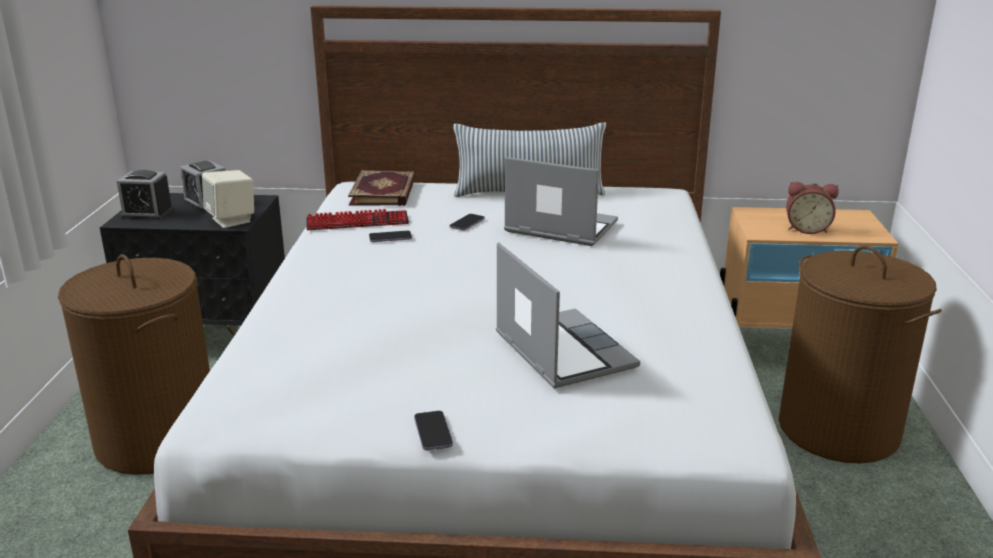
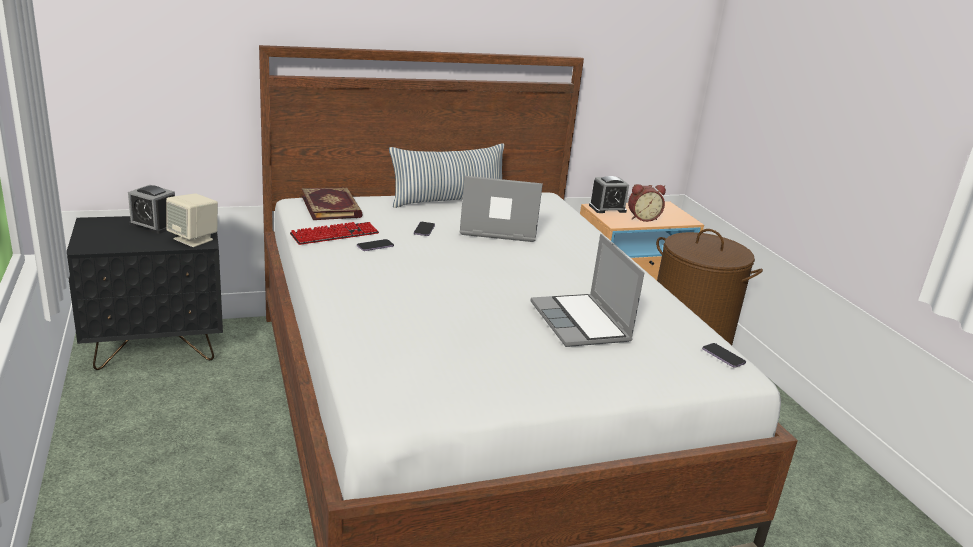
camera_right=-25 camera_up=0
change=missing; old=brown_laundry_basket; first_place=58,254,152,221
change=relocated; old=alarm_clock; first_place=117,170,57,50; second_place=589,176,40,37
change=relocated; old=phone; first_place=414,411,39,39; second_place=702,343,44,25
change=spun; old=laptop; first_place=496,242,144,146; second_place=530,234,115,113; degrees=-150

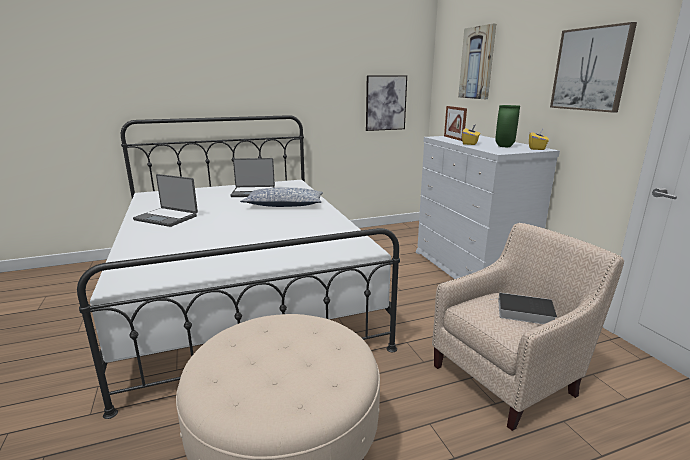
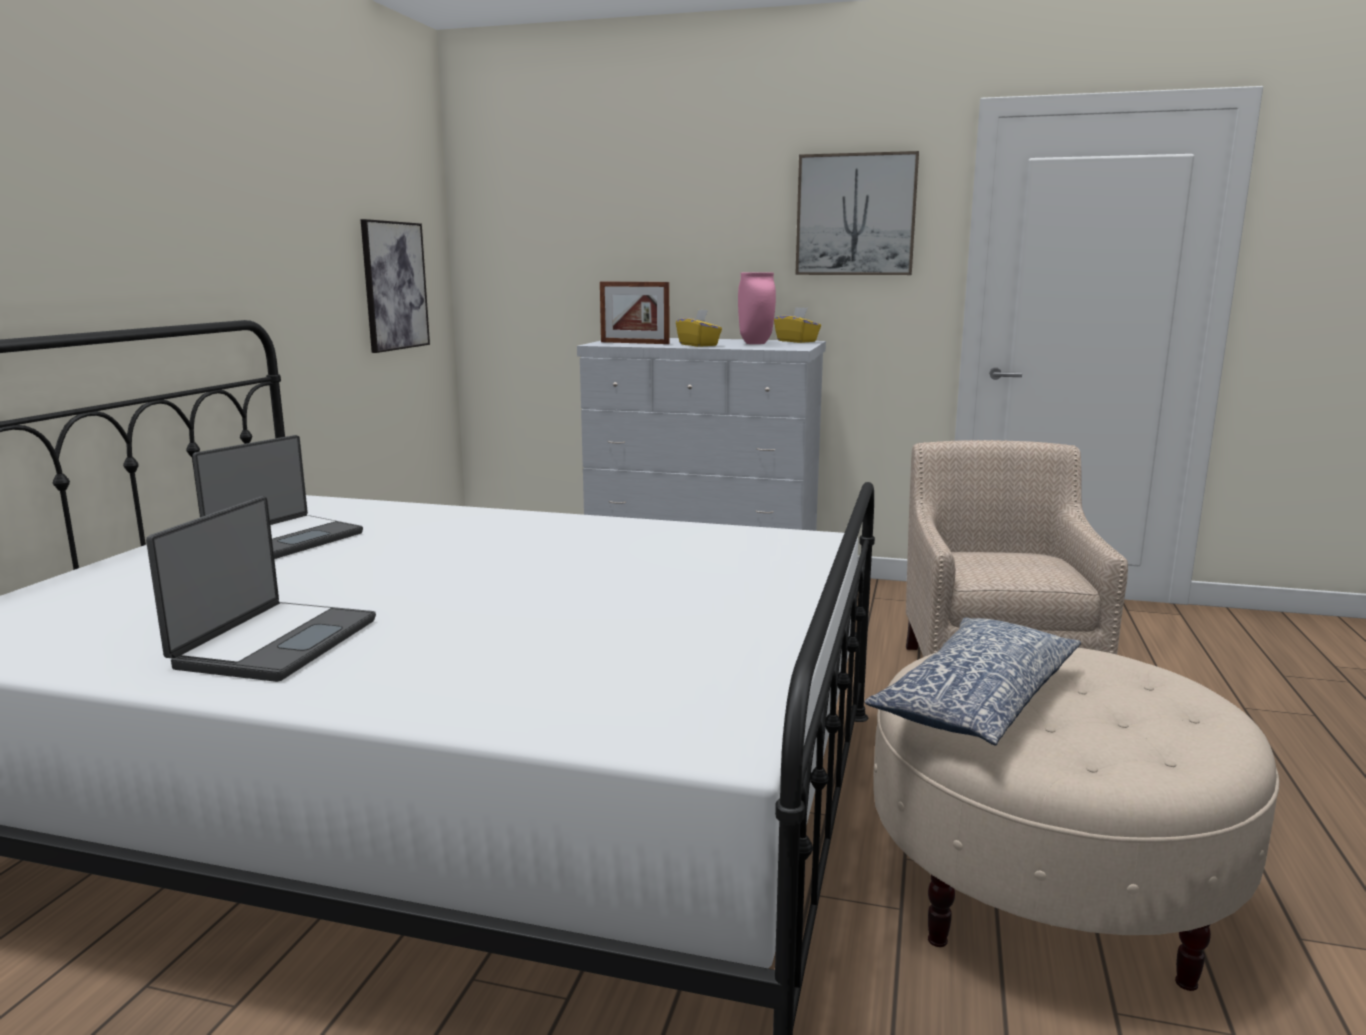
camera_right=-55 camera_up=-5
change=missing; old=picture; first_place=458,24,38,75
change=missing; old=book; first_place=490,293,67,31
change=relocated; old=pillow; first_place=240,188,83,19; second_place=864,618,217,127
change=colour; old=green_vase; new=pink_vase; first_place=495,105,25,42; second_place=738,273,38,71
change=spun; old=laptop; first_place=133,174,65,53; second_place=146,496,230,186; degrees=-45

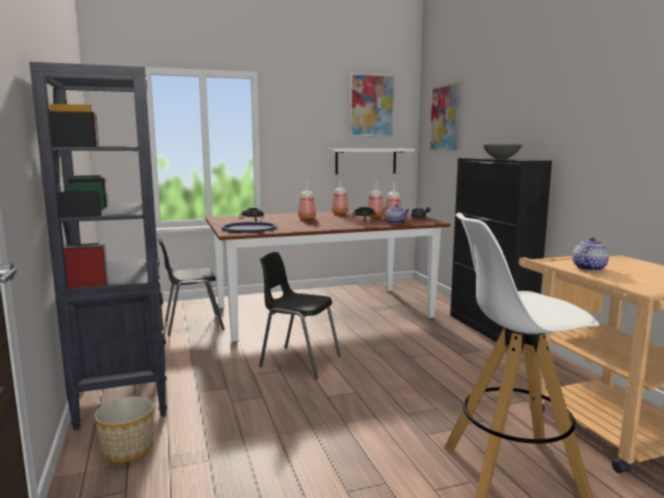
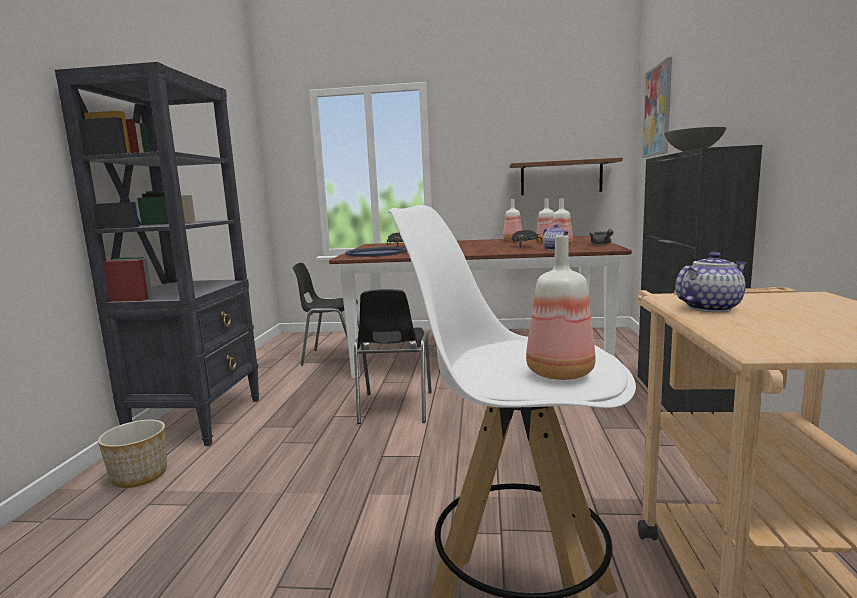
camera_right=25 camera_up=0
change=missing; old=picture; first_place=349,73,46,64
change=relocated; old=bottle; first_place=298,182,18,37; second_place=526,235,69,145
change=colour; old=white_shelf; new=brown_shelf; first_place=327,149,88,25; second_place=509,157,114,38
change=spun; old=black_chair; first_place=259,252,82,127; second_place=354,289,78,135; degrees=-135

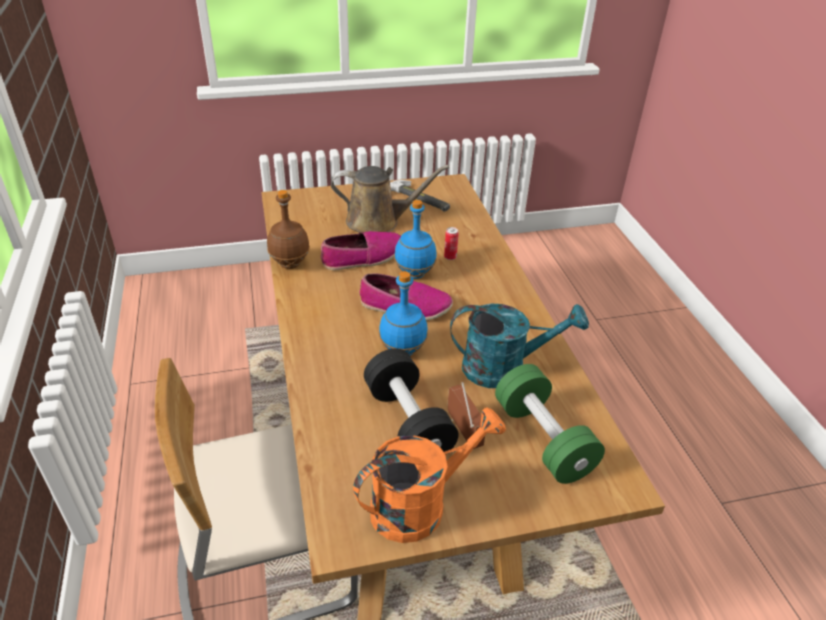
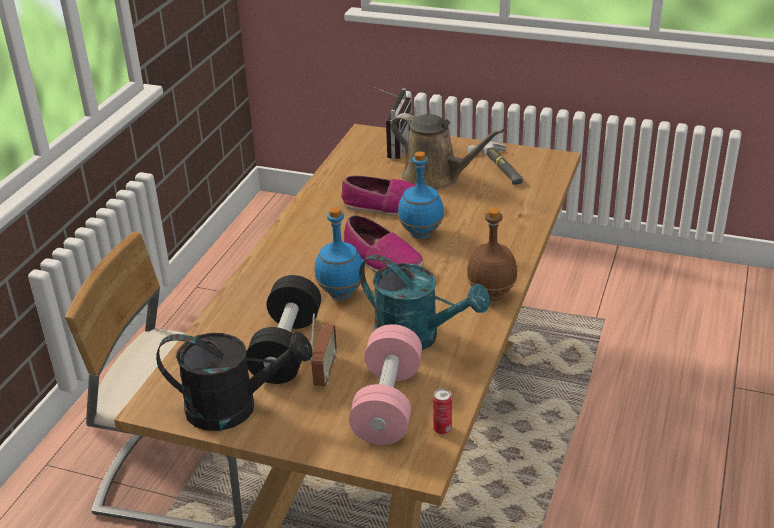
camera_right=35 camera_up=-5
change=appeared; new=radio; second_place=374,87,38,72
change=relocated; old=brown_bottle; first_place=267,190,43,79; second_place=467,208,51,93
change=relocated; old=can; first_place=444,227,15,33; second_place=433,389,19,45
change=colour; old=orange_watering_can; new=black_watering_can; first_place=353,407,153,136; second_place=156,332,157,99
change=colour; old=green_dumbbell; new=pink_dumbbell; first_place=495,364,110,120; second_place=349,324,73,121

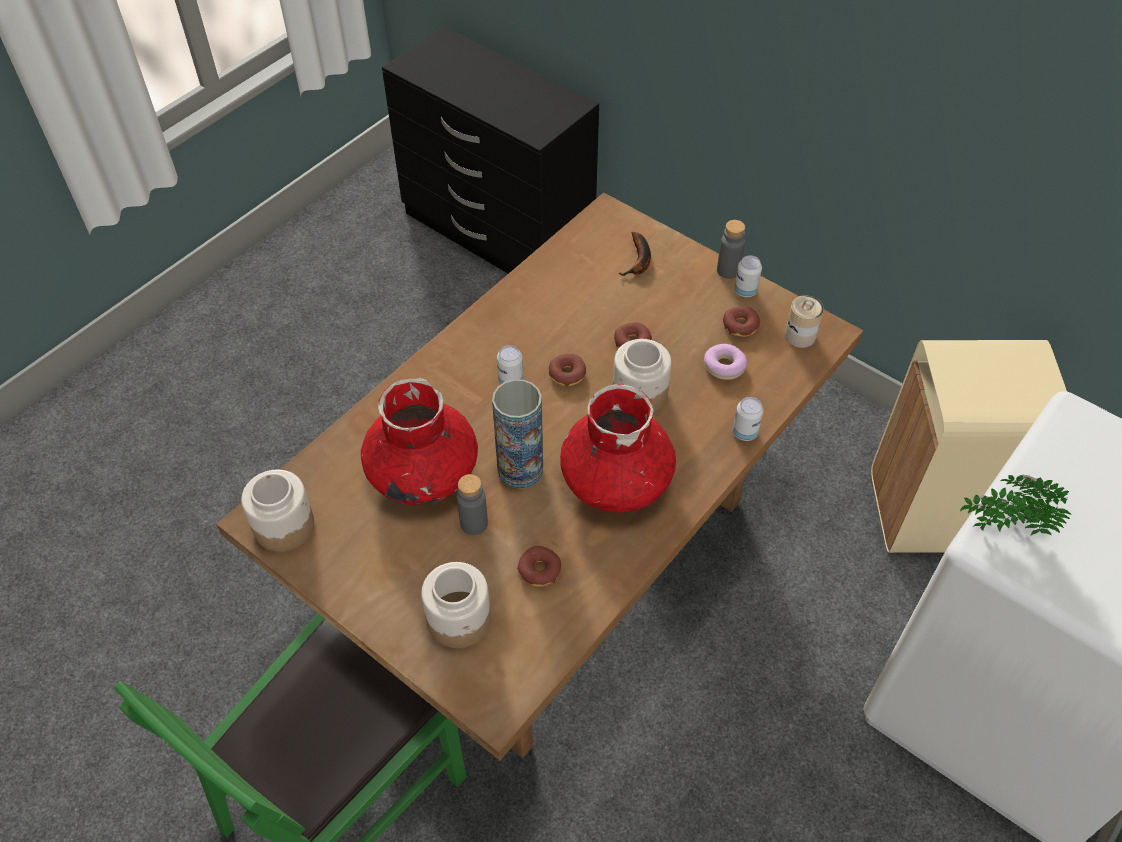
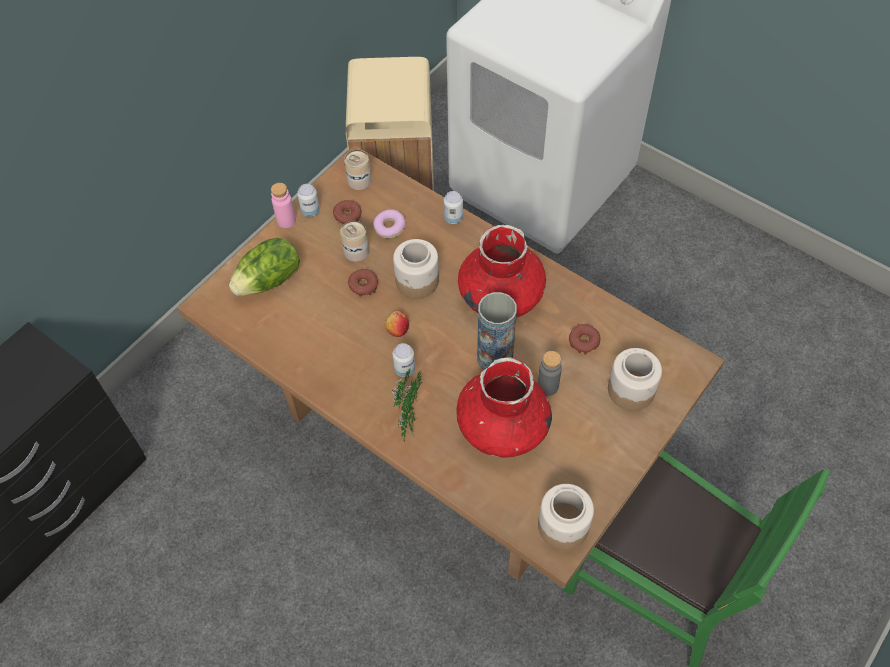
camera_right=-90 camera_up=5
change=appeared; new=can; second_place=340,221,29,41
change=relocated; old=potted_plant; first_place=960,475,111,60; second_place=391,367,31,75
change=exchanged; old=donut; new=apple; first_place=549,354,37,33; second_place=385,311,24,26
change=exchanged; old=banana; new=lettuce; first_place=618,232,33,44; second_place=229,238,71,58
change=colour; old=grey_bottle; new=pink_bottle; first_place=717,220,28,59; second_place=271,183,25,45

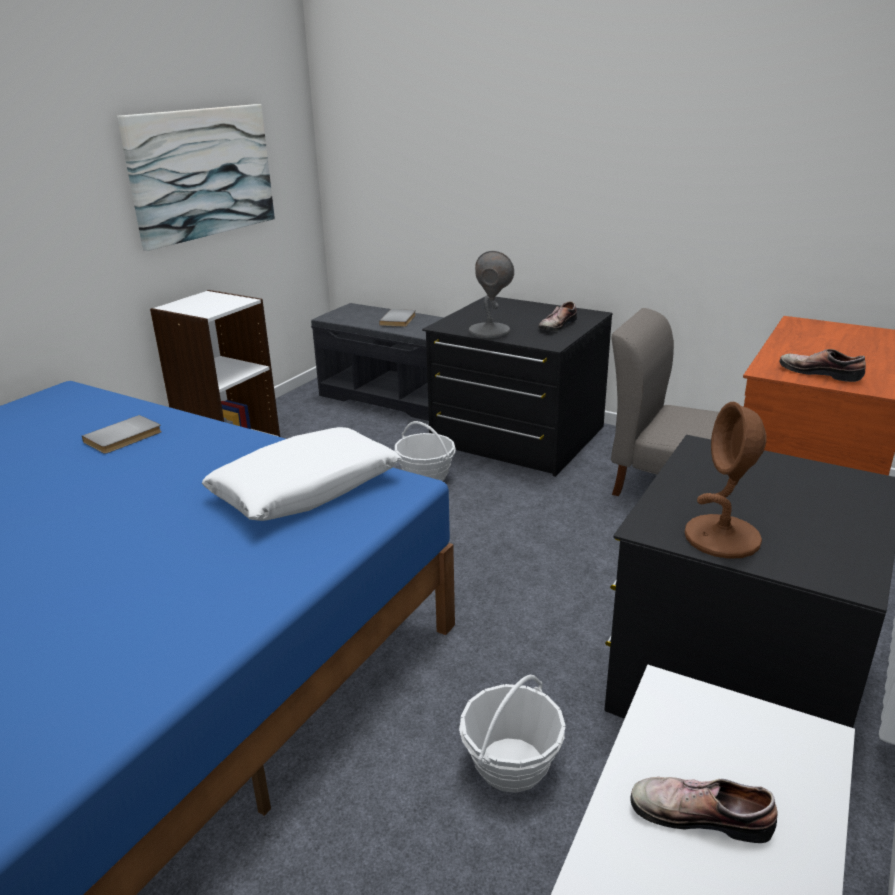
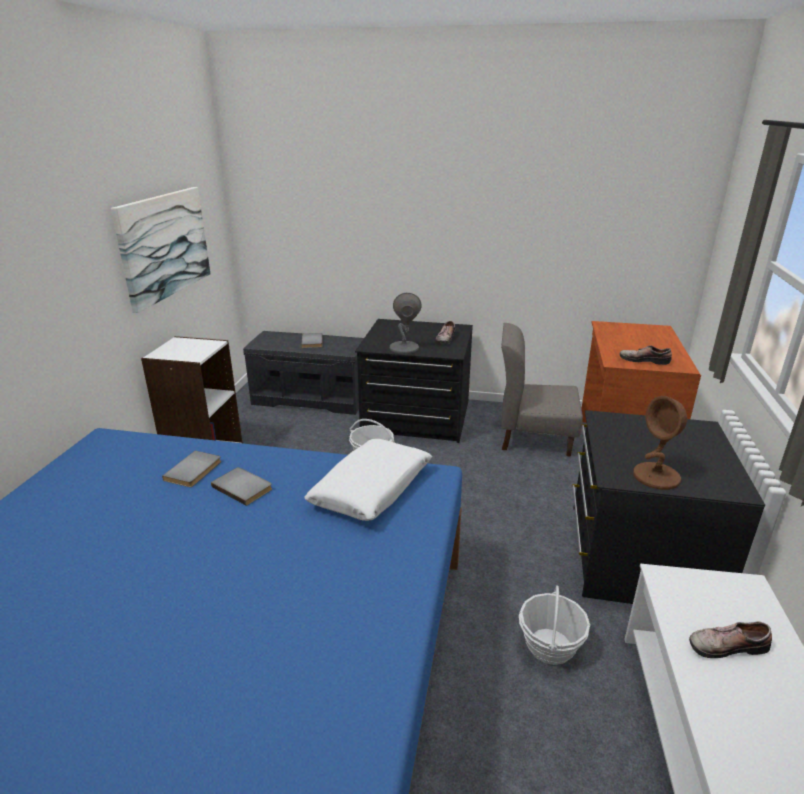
camera_right=-20 camera_up=0
change=appeared; new=grey_book; second_place=211,467,61,39

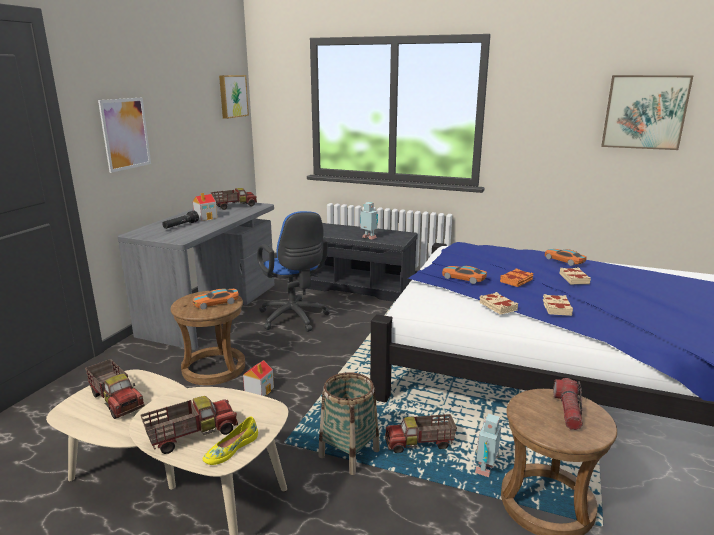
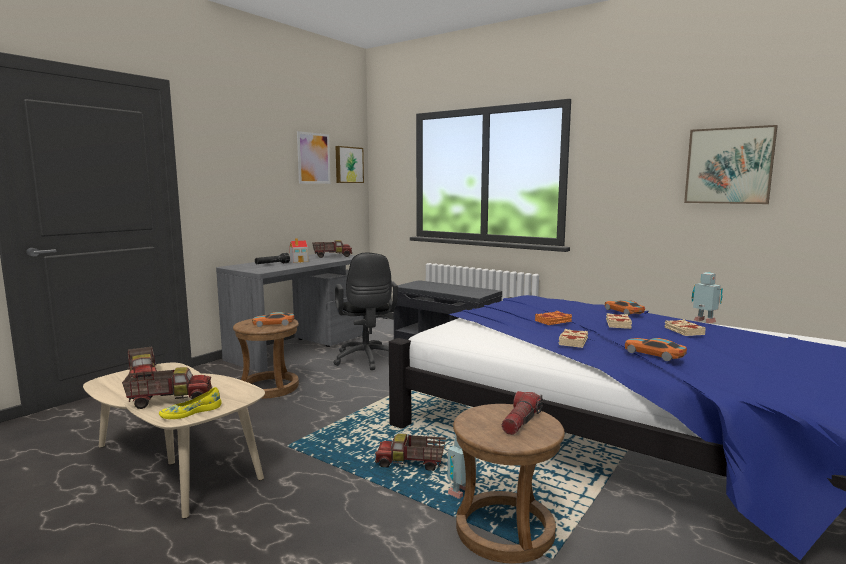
camera_right=15 camera_up=-10
change=missing; old=toy_house; first_place=243,360,31,36
change=missing; old=basket; first_place=318,372,62,103
change=relocated; old=picture; first_place=98,98,53,75; second_place=297,131,33,53
change=relocated; old=toy_robot; first_place=360,202,18,37; second_place=692,272,31,51
change=relocated; old=toy_car; first_place=442,266,45,18; second_place=625,338,62,23
change=relocated; old=beige_book; first_place=479,292,39,23; second_place=665,319,41,17
change=colour; old=blue_office_chair; new=black_office_chair; first_place=257,211,73,121; second_place=333,253,65,117

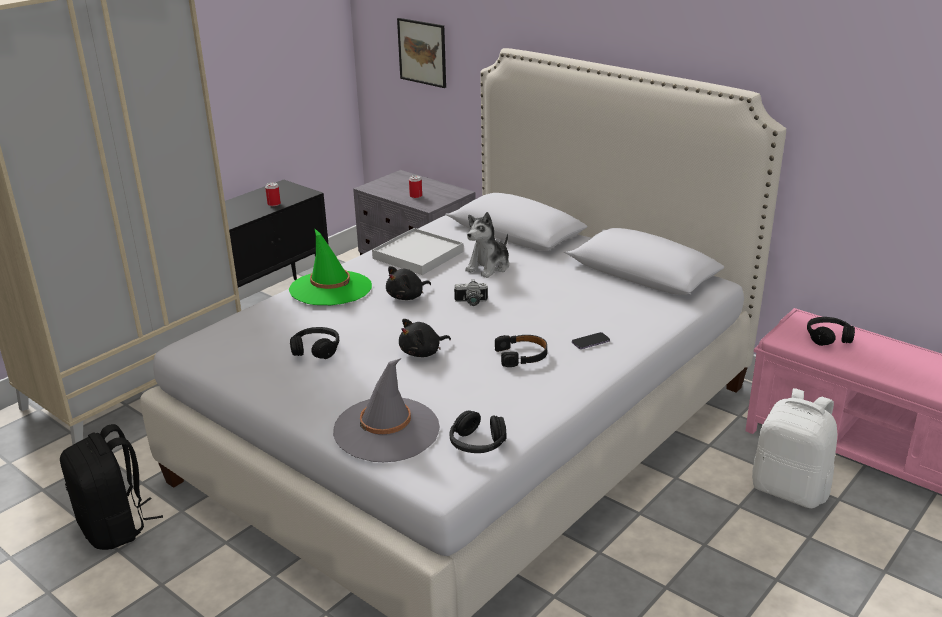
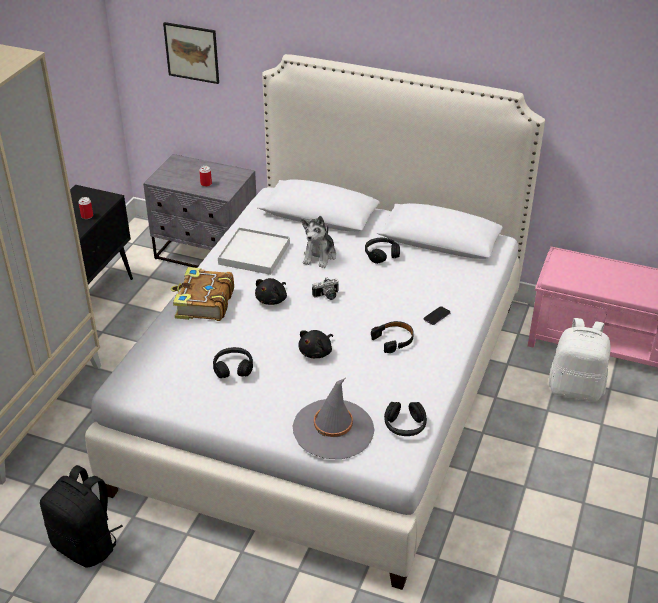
camera_right=-20 camera_up=10
change=relocated; old=black_headphones; first_place=807,317,48,29; second_place=365,238,35,26
change=exchanged; old=green_hat; new=book; first_place=289,229,83,76; second_place=170,267,64,54

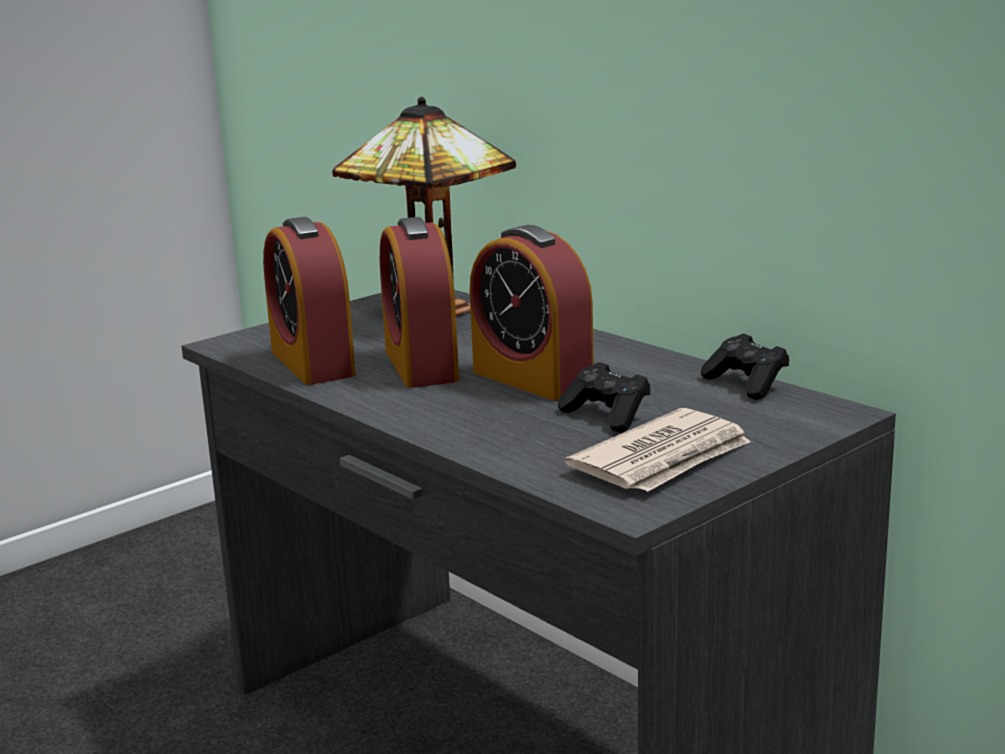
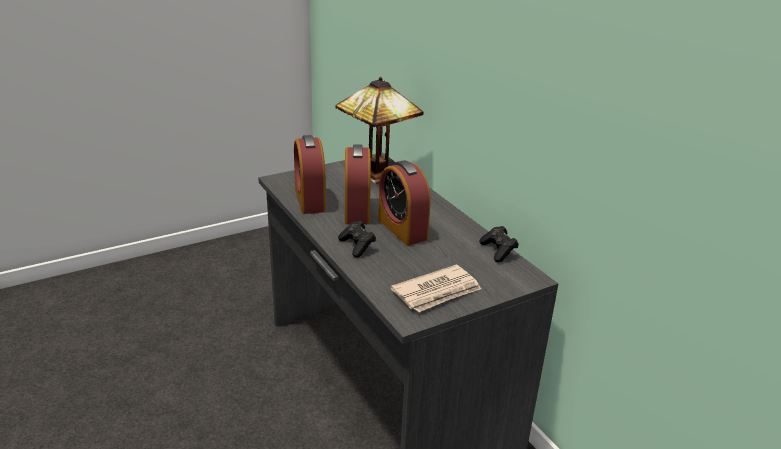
camera_right=10 camera_up=10
change=relocated; old=black_game_controller; first_place=558,362,93,71; second_place=338,221,38,37

